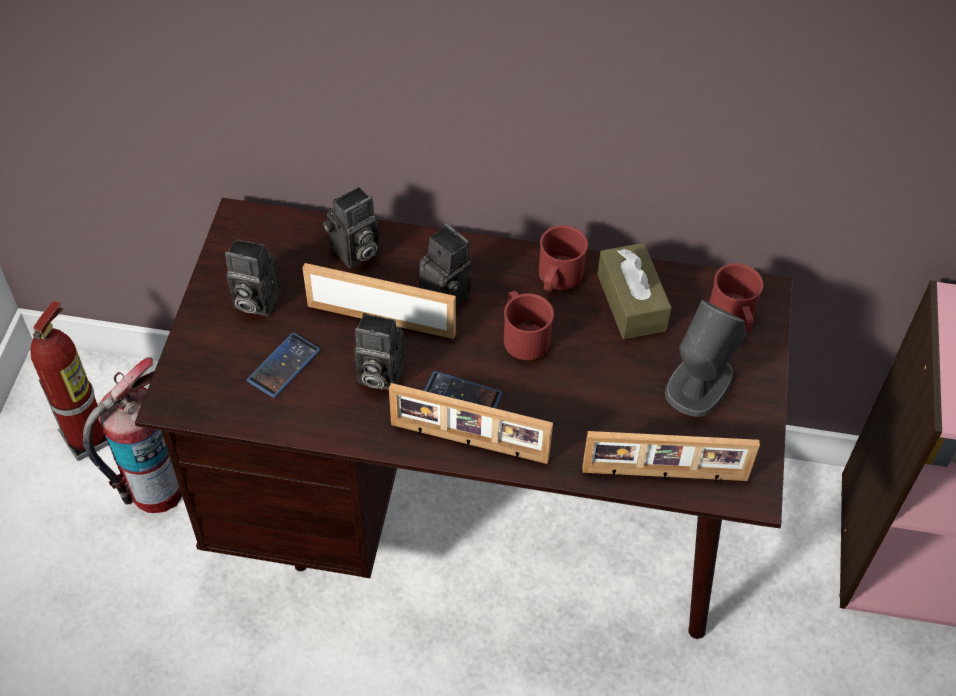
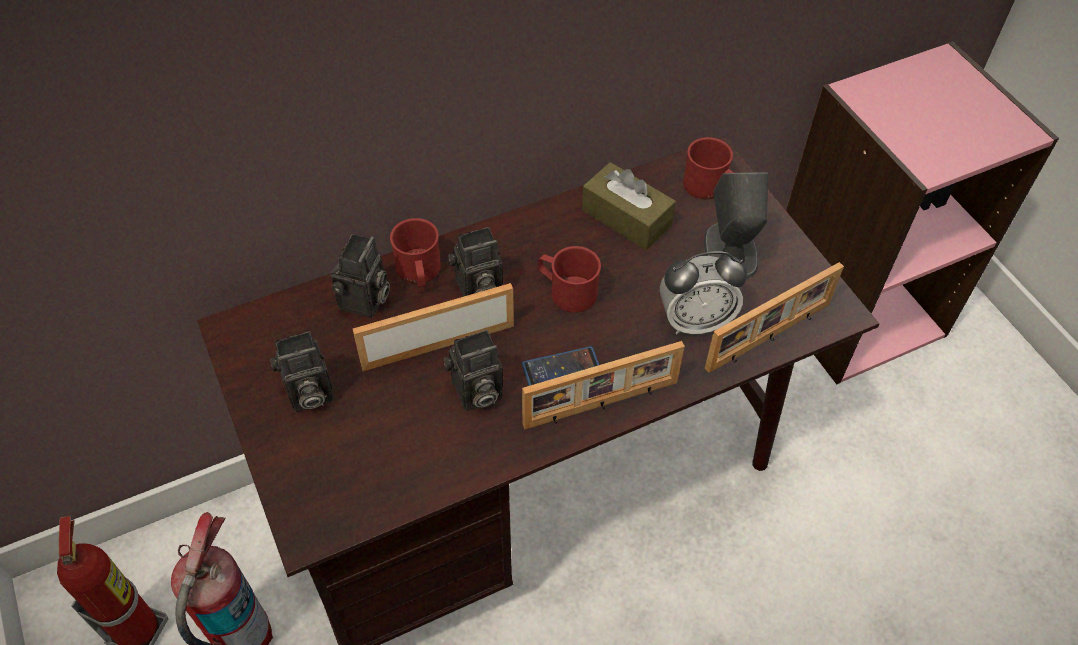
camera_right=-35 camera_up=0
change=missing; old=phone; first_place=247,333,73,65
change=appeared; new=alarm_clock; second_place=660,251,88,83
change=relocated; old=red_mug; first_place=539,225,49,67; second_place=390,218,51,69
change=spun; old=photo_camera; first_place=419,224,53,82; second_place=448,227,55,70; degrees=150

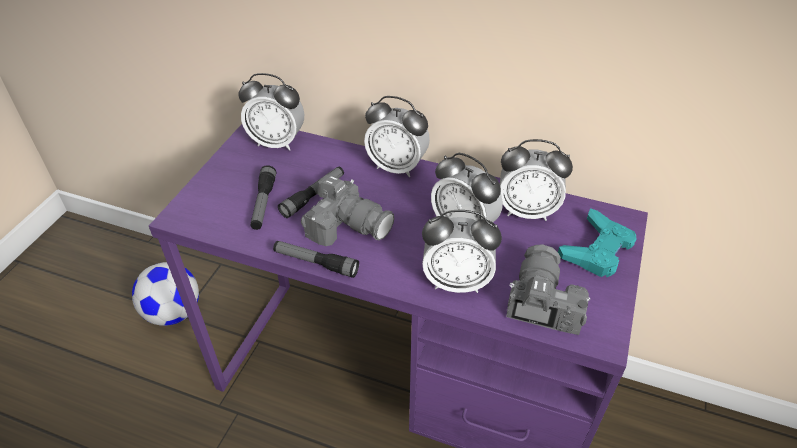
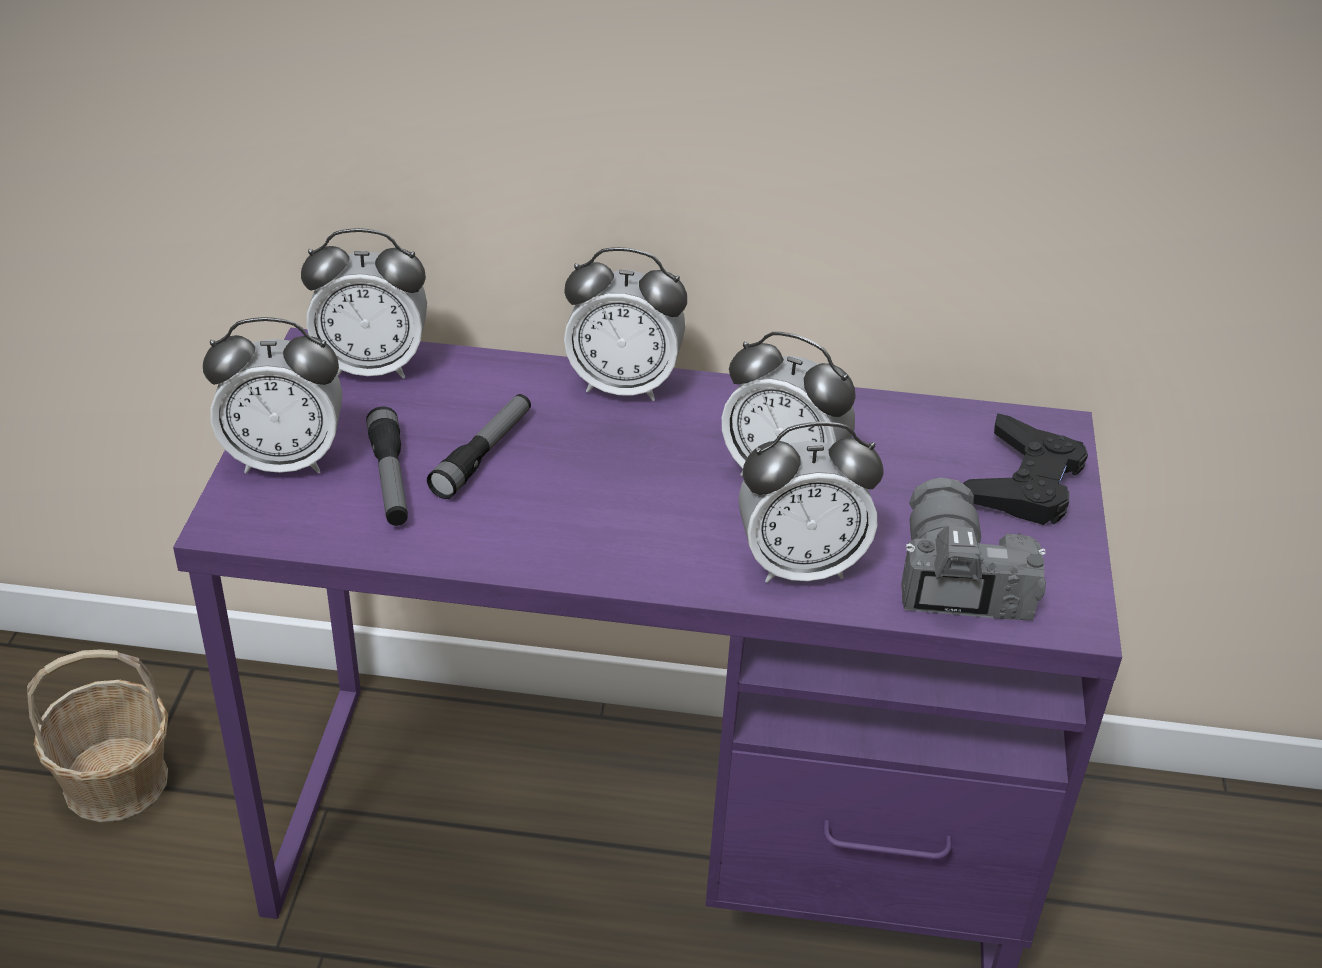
camera_right=-15 camera_up=-5
change=missing; old=flashlight; first_place=273,241,86,37
change=missing; old=photo_camera; first_place=301,174,93,72
change=relocated; old=alarm_clock; first_place=500,139,73,82; second_place=203,317,139,156
change=exchanged; old=football; new=basket; first_place=132,262,67,64; second_place=27,649,141,173
change=colour; old=turquoise_game_controller; new=black_game_controller; first_place=558,208,78,69; second_place=964,413,124,112

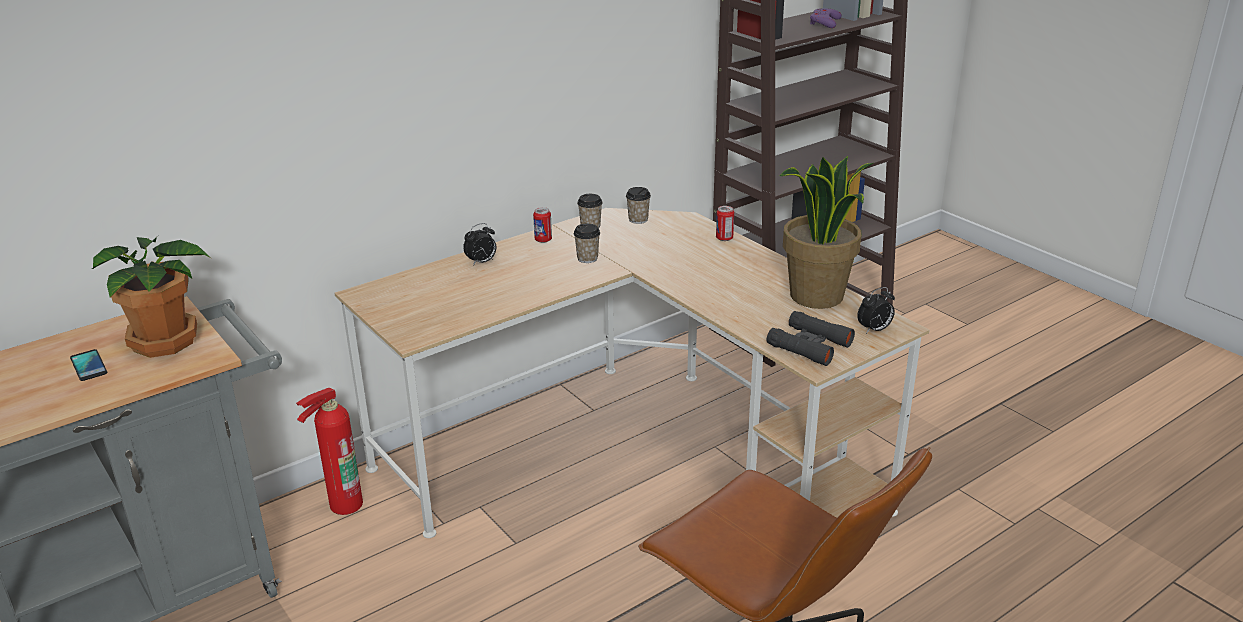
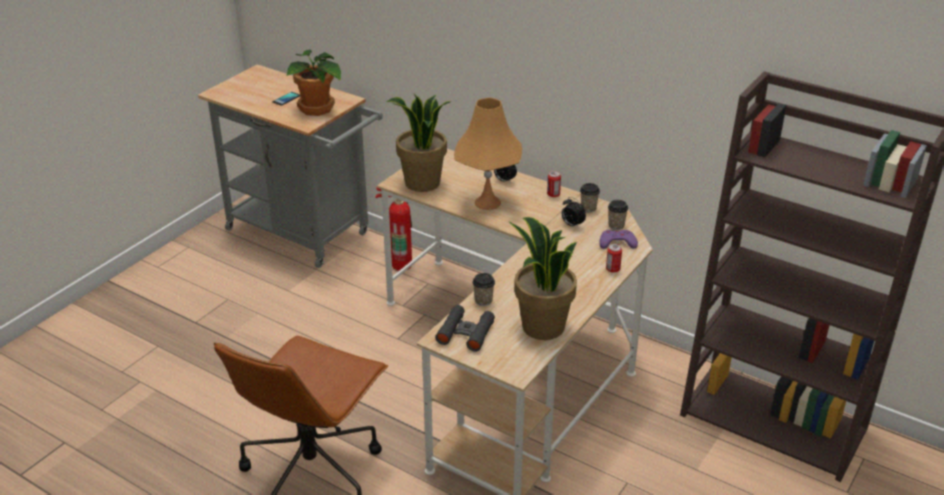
camera_right=70 camera_up=5
change=appeared; new=potted_plant; second_place=386,94,66,98
change=appeared; new=orange_table_lamp; second_place=454,98,68,112
change=relocated; old=cup; first_place=574,223,26,40; second_place=473,273,22,33
change=relocated; old=purple_game_controller; first_place=810,8,32,20; second_place=599,230,39,19
change=relocated; old=alarm_clock; first_place=857,287,38,47; second_place=562,197,24,32

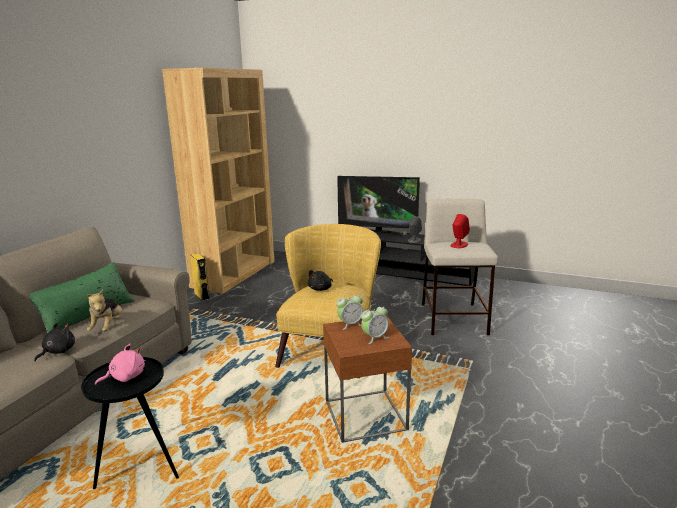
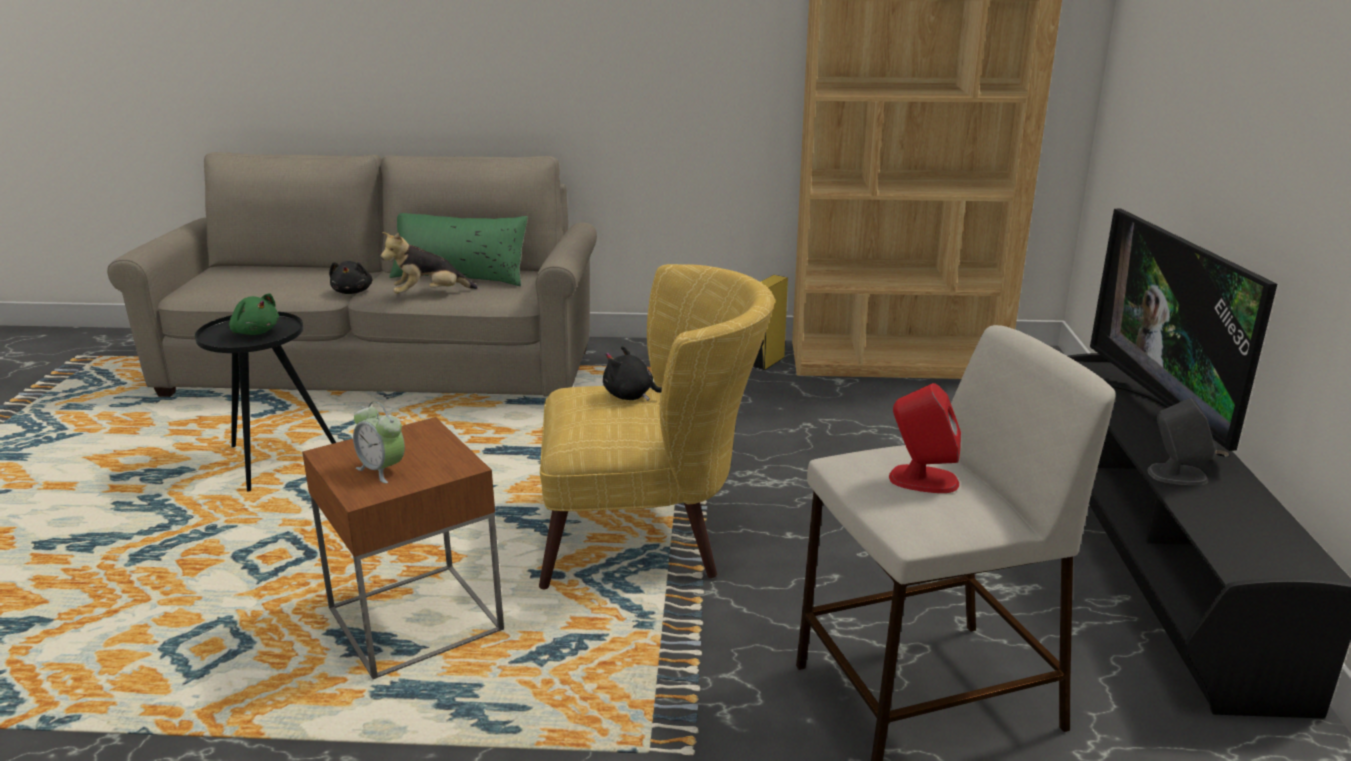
camera_right=70 camera_up=5
change=missing; old=alarm_clock; first_place=336,292,27,38
change=colour; old=pink_plush_toy; new=green_plush_toy; first_place=95,343,50,42; second_place=229,293,50,42
change=spun; old=black_plush_toy; first_place=34,323,41,38; second_place=329,261,43,33; degrees=75

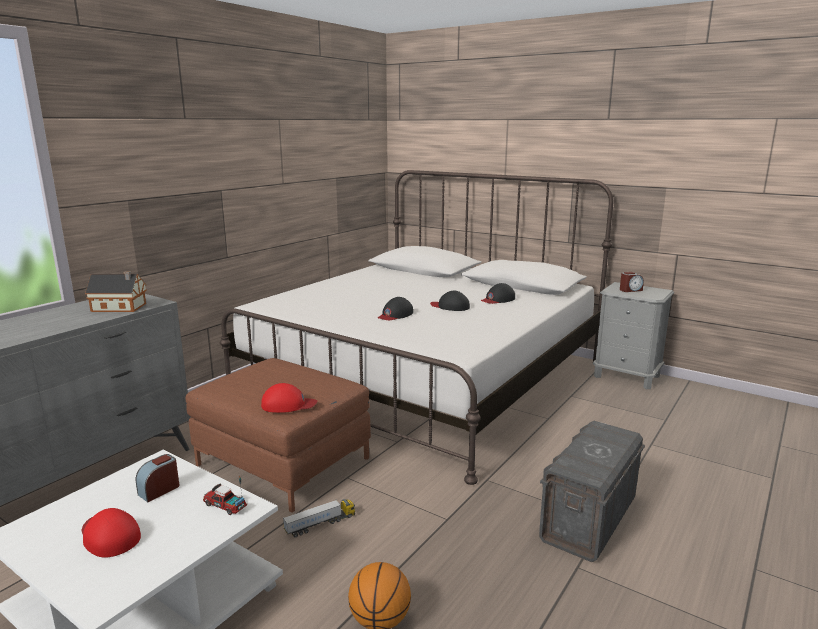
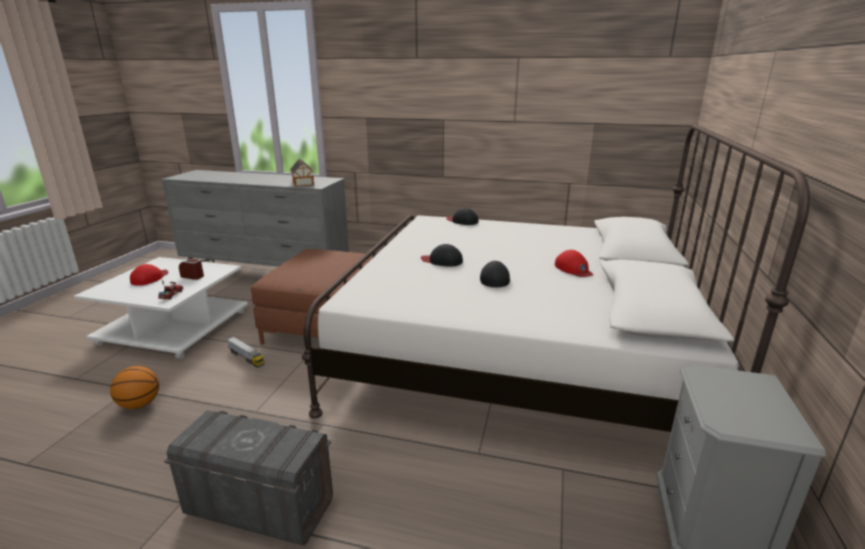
camera_right=70 camera_up=5
change=missing; old=alarm_clock; first_place=620,272,24,20
change=relocated; old=red_cap; first_place=261,383,57,30; second_place=555,250,39,27
change=relocated; old=black_cap; first_place=481,283,34,21; second_place=447,208,31,17

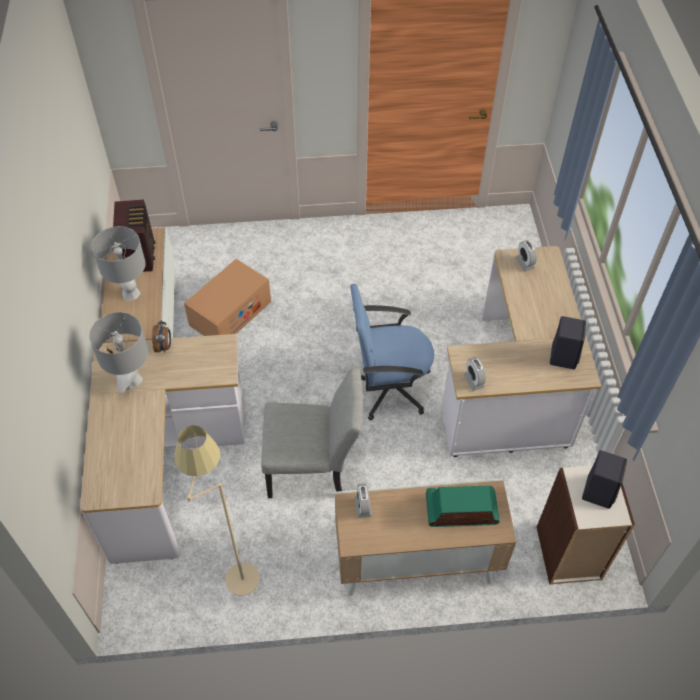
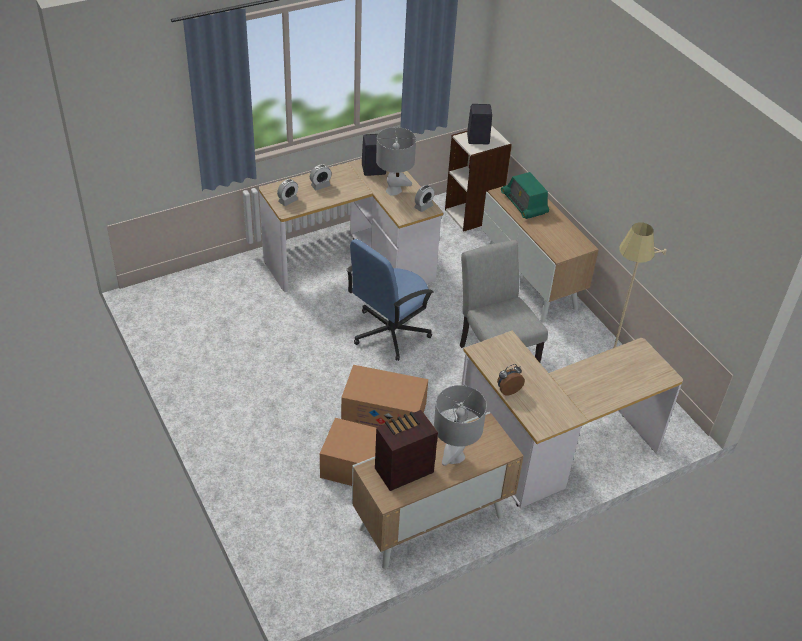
camera_right=-115 camera_up=-10
change=appeared; new=cardboard_box; second_place=341,365,87,63
change=relocated; old=grey_table_lamp; first_place=89,312,59,82; second_place=376,127,40,69
change=relocated; old=alarm_clock; first_place=354,483,18,35; second_place=310,164,22,26
change=spun; old=blue_office_chair; first_place=350,284,84,137; second_place=346,239,88,122; degrees=75

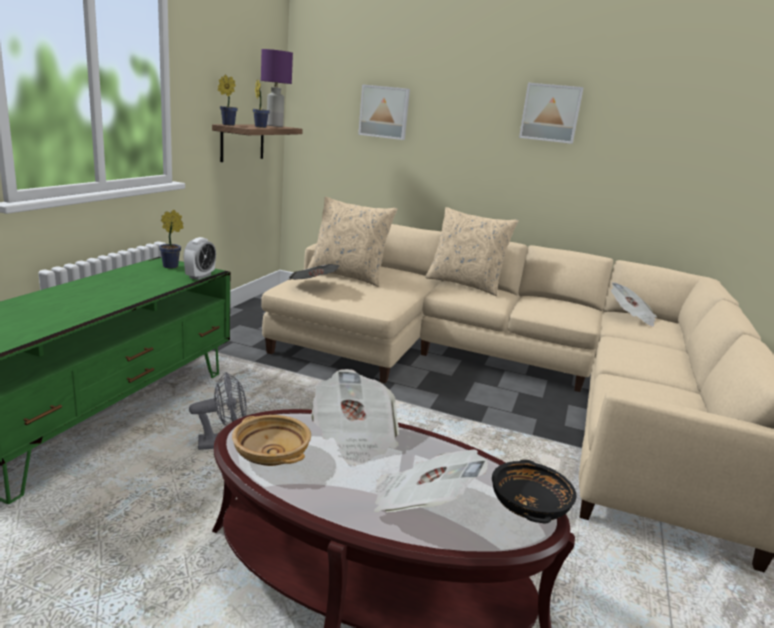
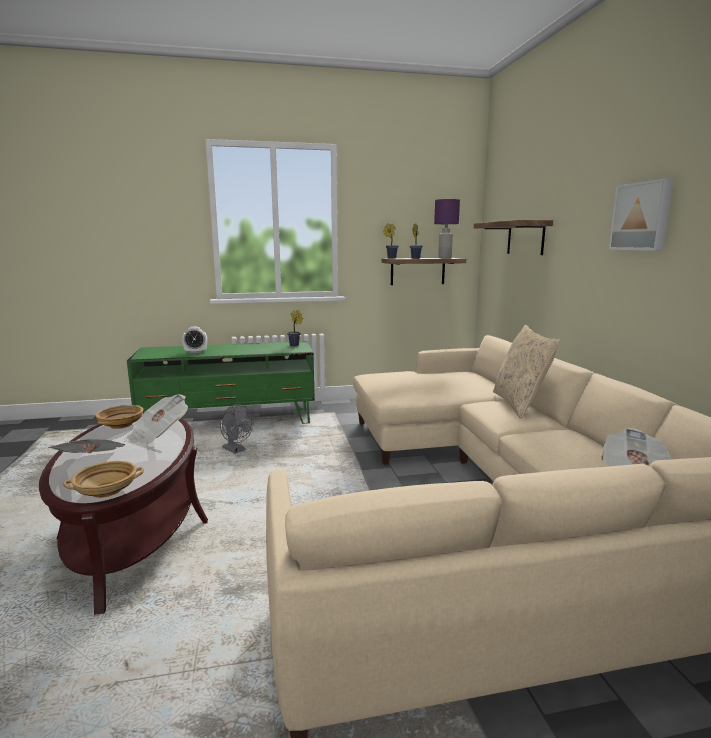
camera_right=60 camera_up=-5
change=missing; old=newspaper; first_place=288,264,52,16
change=missing; old=beige_pillow; first_place=307,197,90,90
change=relocated; old=alarm_clock; first_place=184,237,32,43; second_place=182,327,25,26
change=exchanged; old=picture; new=shelf; first_place=358,84,52,56; second_place=474,220,79,35
change=colour; old=black_bowl; new=beige_bowl; first_place=492,460,85,63; second_place=63,461,81,37

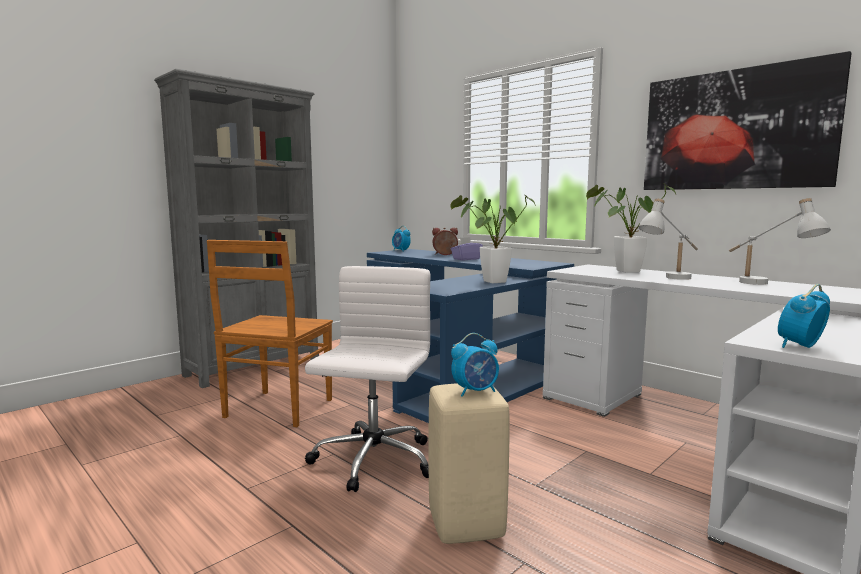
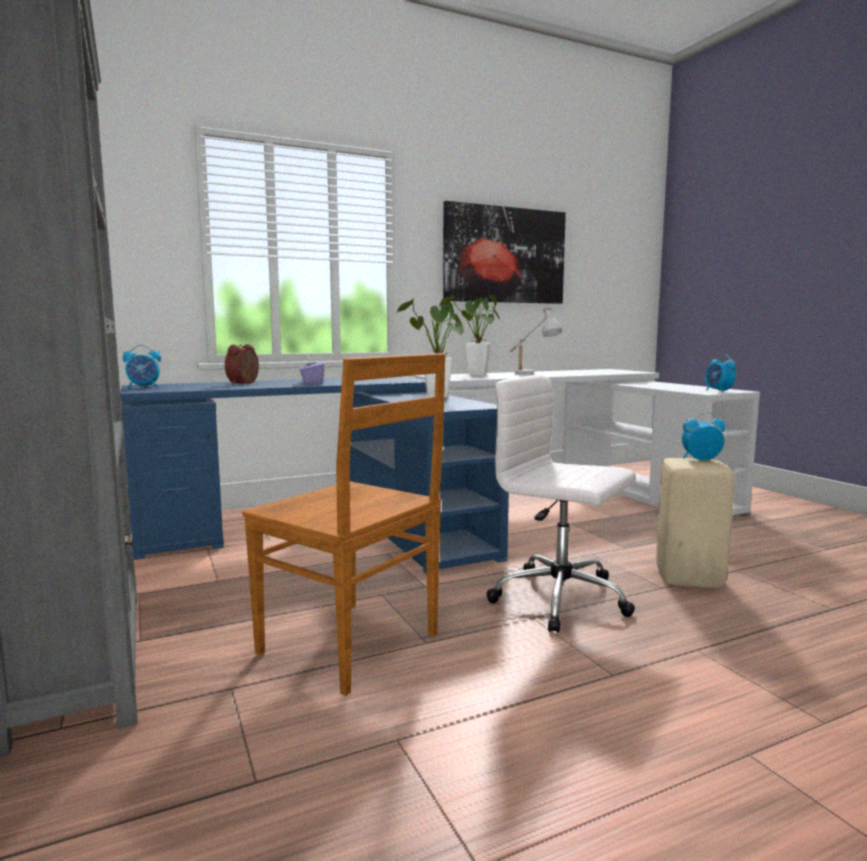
camera_right=-70 camera_up=0
change=missing; old=white_table_lamp; first_place=729,198,102,87
change=spun; old=alarm_clock; first_place=451,333,48,64; second_place=682,412,44,48; degrees=-90

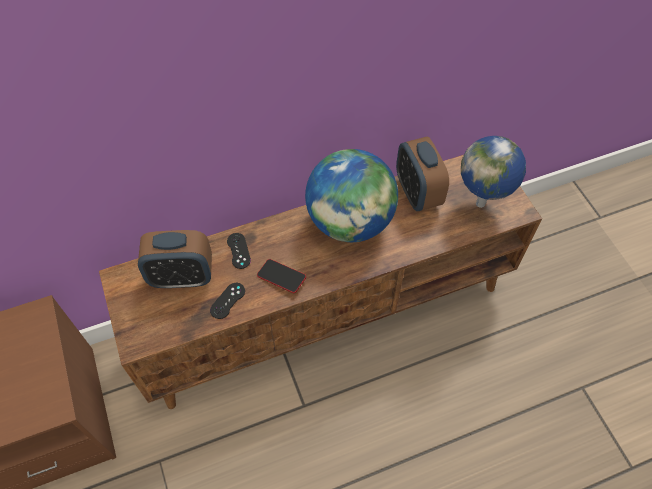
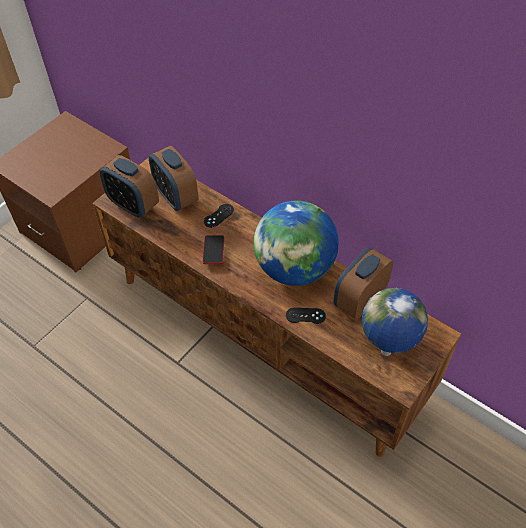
camera_right=60 camera_up=-5
change=appeared; new=alarm_clock; second_place=100,155,59,63
change=relocated; old=black_game_controller; first_place=210,283,35,36; second_place=286,308,40,16

